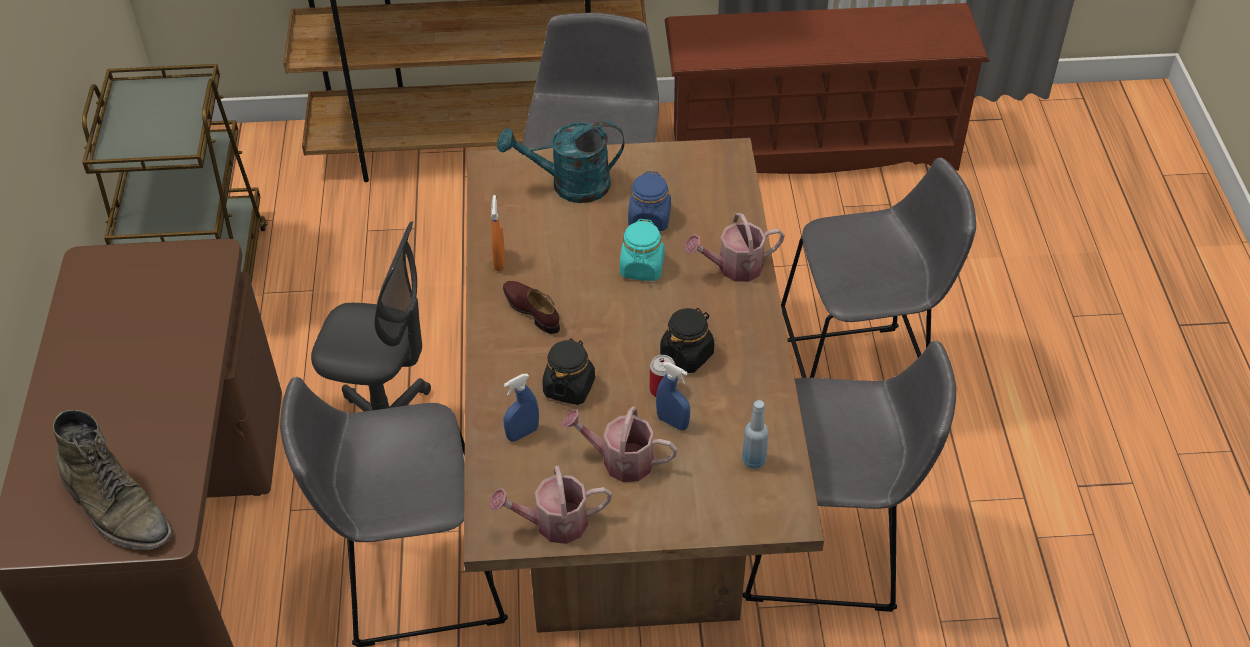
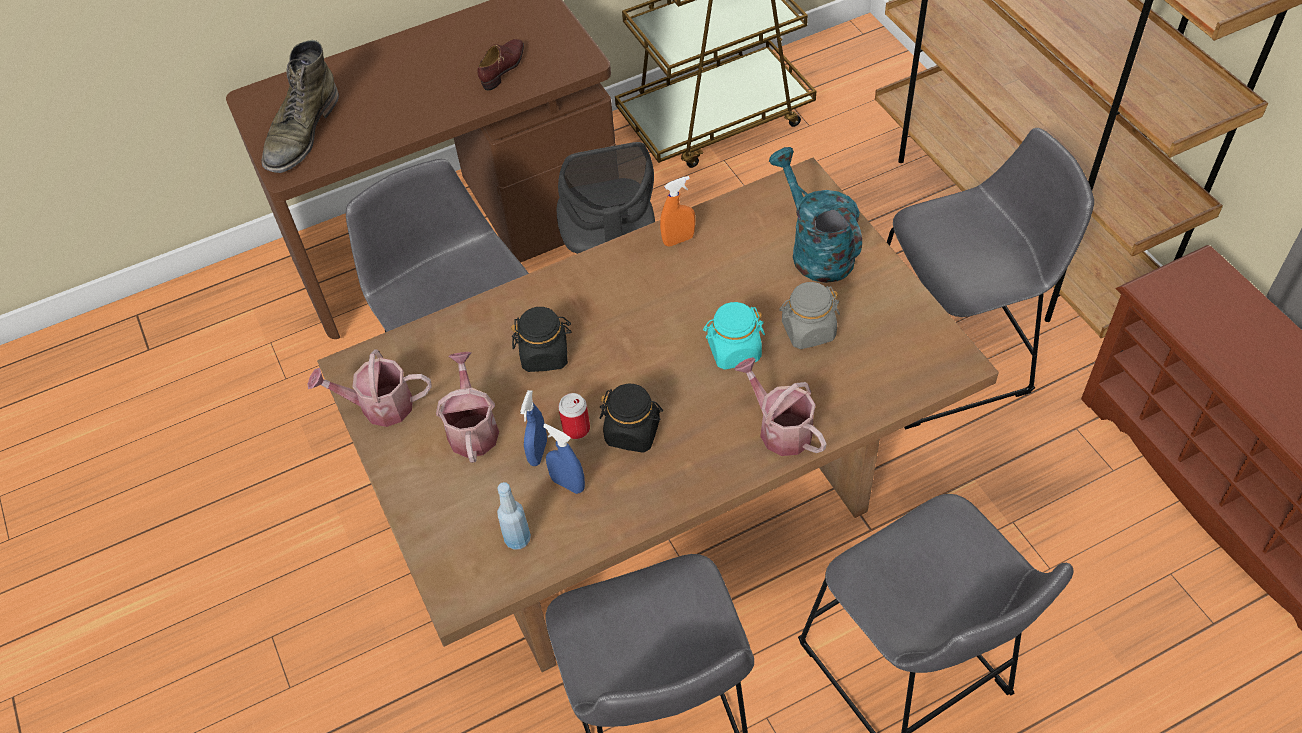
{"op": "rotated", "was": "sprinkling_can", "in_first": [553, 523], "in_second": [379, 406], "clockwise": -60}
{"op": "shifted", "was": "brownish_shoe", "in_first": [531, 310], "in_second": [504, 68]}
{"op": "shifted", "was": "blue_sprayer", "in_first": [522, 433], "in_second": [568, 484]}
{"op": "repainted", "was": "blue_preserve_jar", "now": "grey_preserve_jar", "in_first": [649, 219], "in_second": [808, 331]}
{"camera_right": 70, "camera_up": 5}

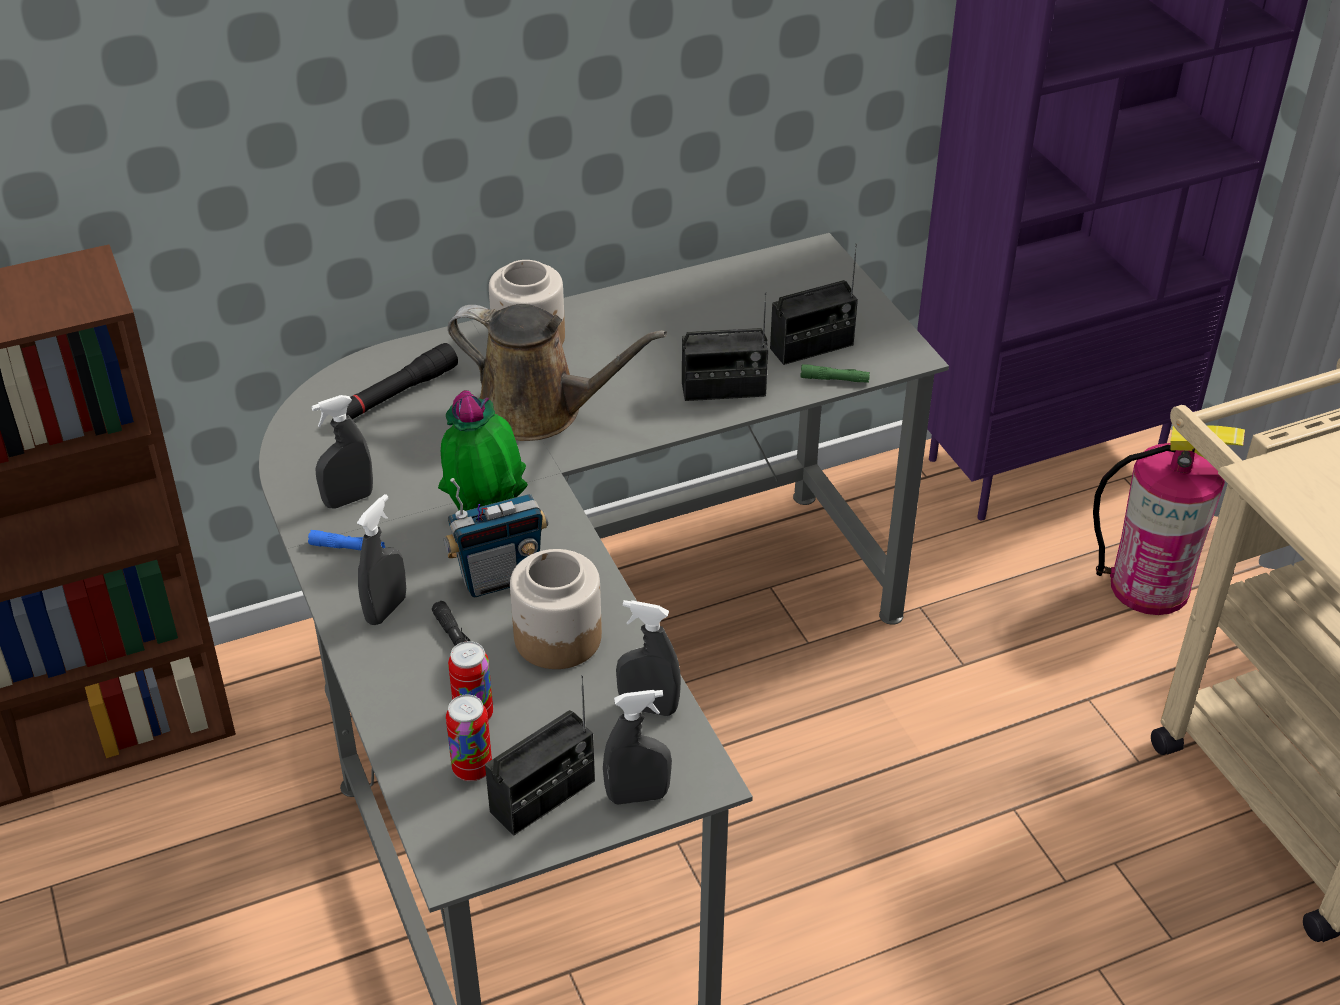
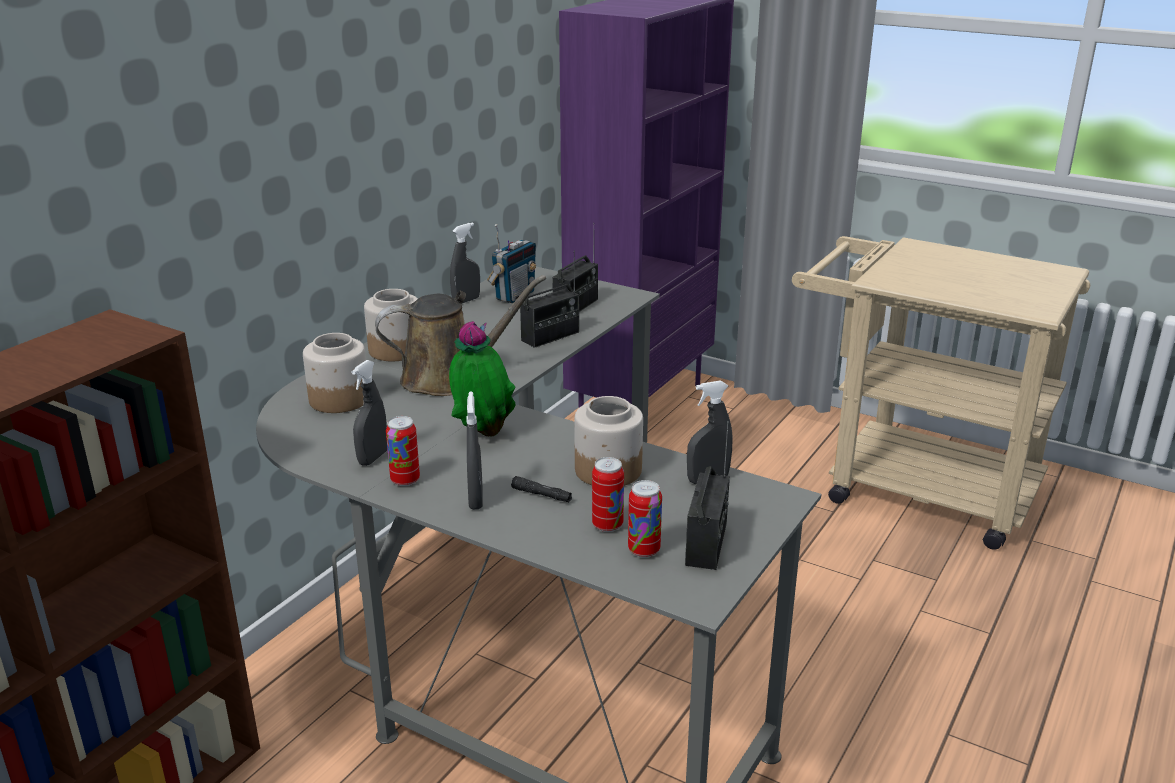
{"op": "swapped", "was": "black_flashlight", "now": "preserve_jar", "in_first": [397, 394], "in_second": [338, 400]}
{"op": "swapped", "was": "blue_flashlight", "now": "metal_can", "in_first": [348, 547], "in_second": [405, 480]}
{"op": "shifted", "was": "grey_sprayer", "in_first": [637, 796], "in_second": [466, 300]}
{"op": "shifted", "was": "radio_receiver", "in_first": [499, 578], "in_second": [514, 296]}
{"op": "gone", "was": "green-coloured_flashlight", "in_first": [834, 379]}
{"op": "gone", "was": "extinguisher", "in_first": [1149, 586]}
{"camera_right": -35, "camera_up": -15}

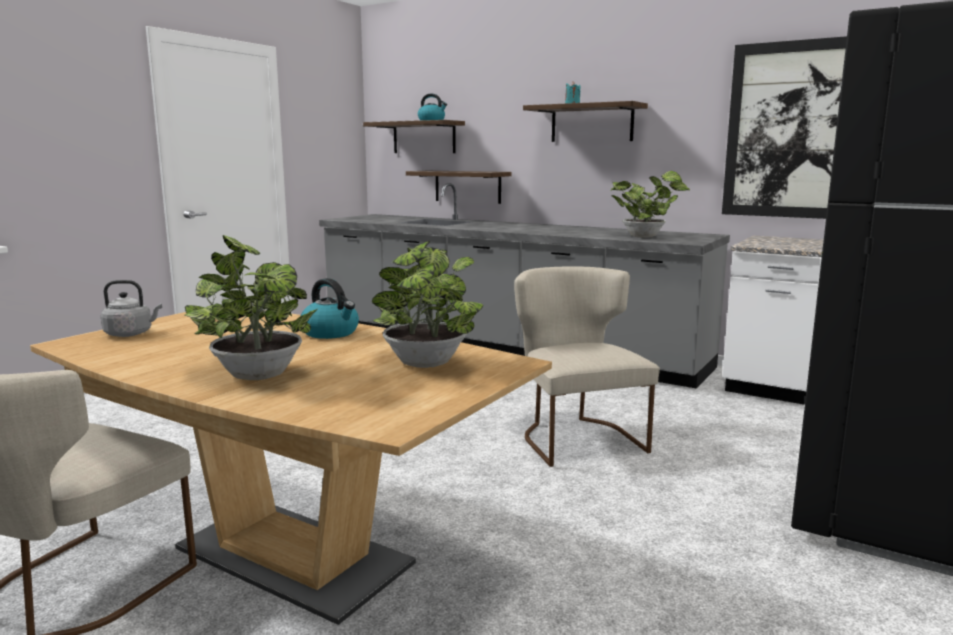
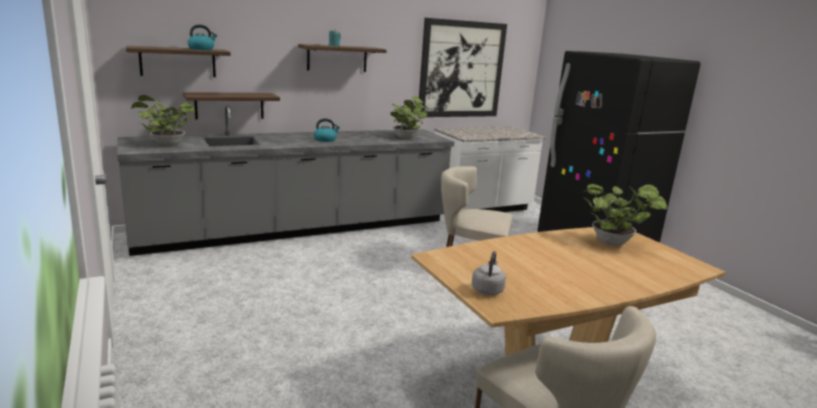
{"op": "shifted", "was": "plant_in_a_pot", "in_first": [255, 373], "in_second": [166, 144]}
{"op": "shifted", "was": "tea_kettle", "in_first": [331, 333], "in_second": [325, 140]}
{"camera_right": -60, "camera_up": 5}

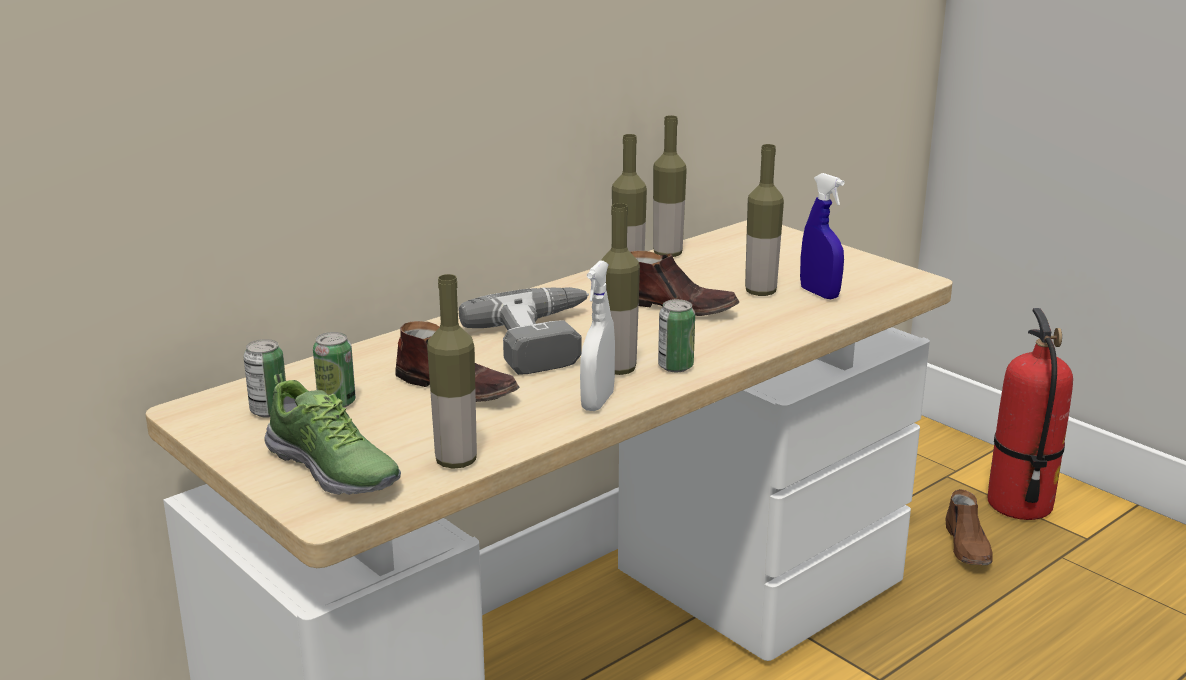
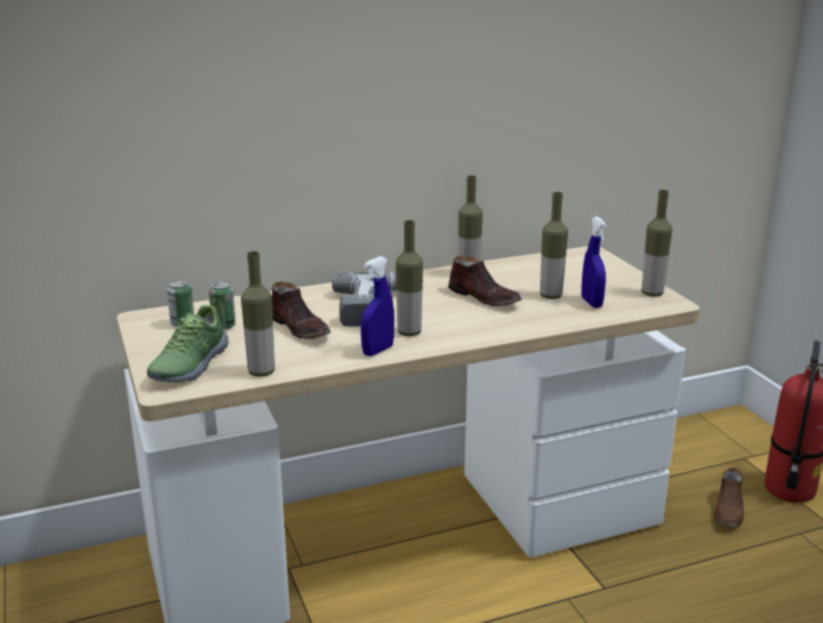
{"op": "rotated", "was": "shoe", "in_first": [334, 470], "in_second": [189, 365], "clockwise": 45}
{"op": "repainted", "was": "white_sprayer", "now": "blue_sprayer", "in_first": [597, 402], "in_second": [378, 351]}
{"op": "shifted", "was": "drink_bottle", "in_first": [667, 254], "in_second": [652, 293]}
{"op": "gone", "was": "metal_can", "in_first": [675, 366]}
{"camera_right": 20, "camera_up": 0}

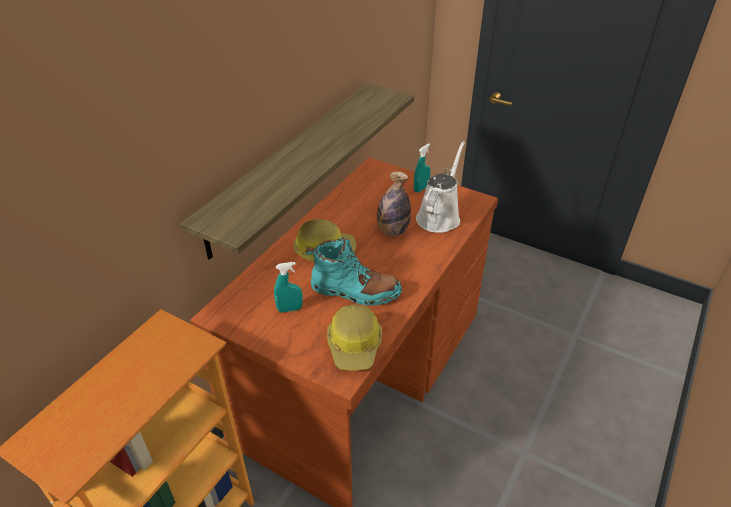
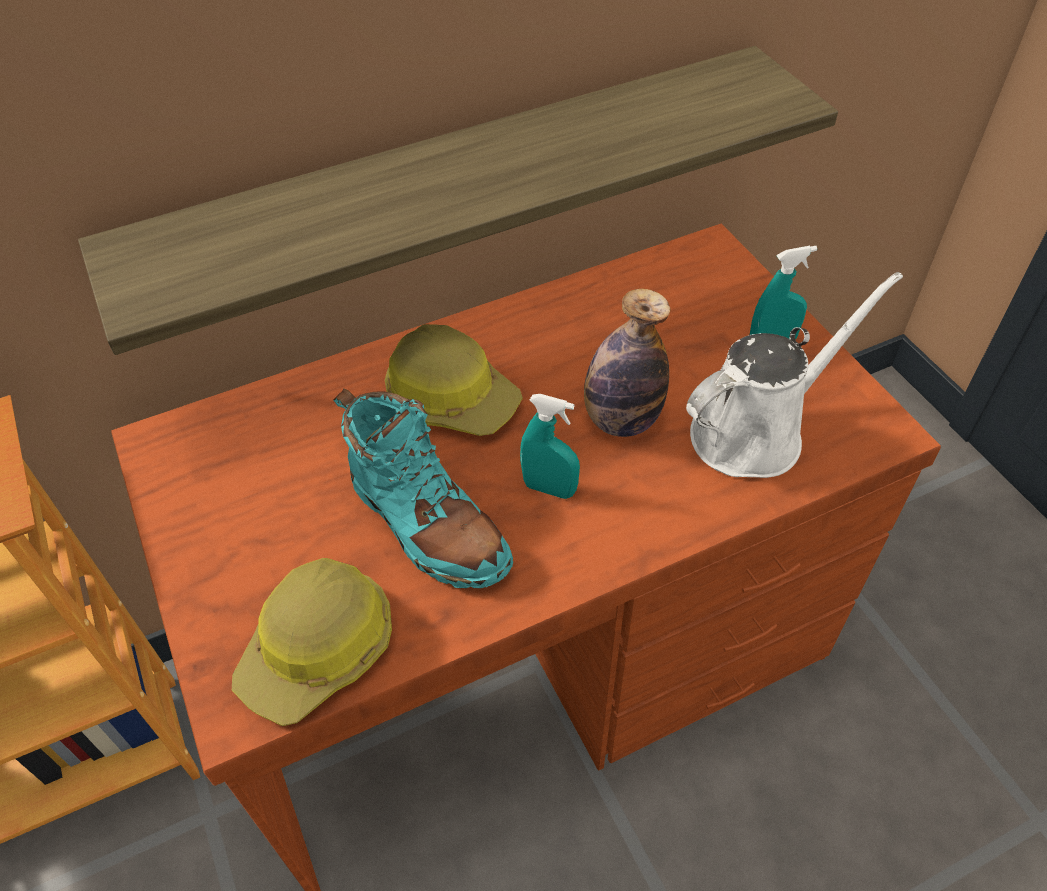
{"op": "shifted", "was": "turquoise-coloured_sprayer", "in_first": [290, 309], "in_second": [549, 488]}
{"camera_right": 35, "camera_up": 10}

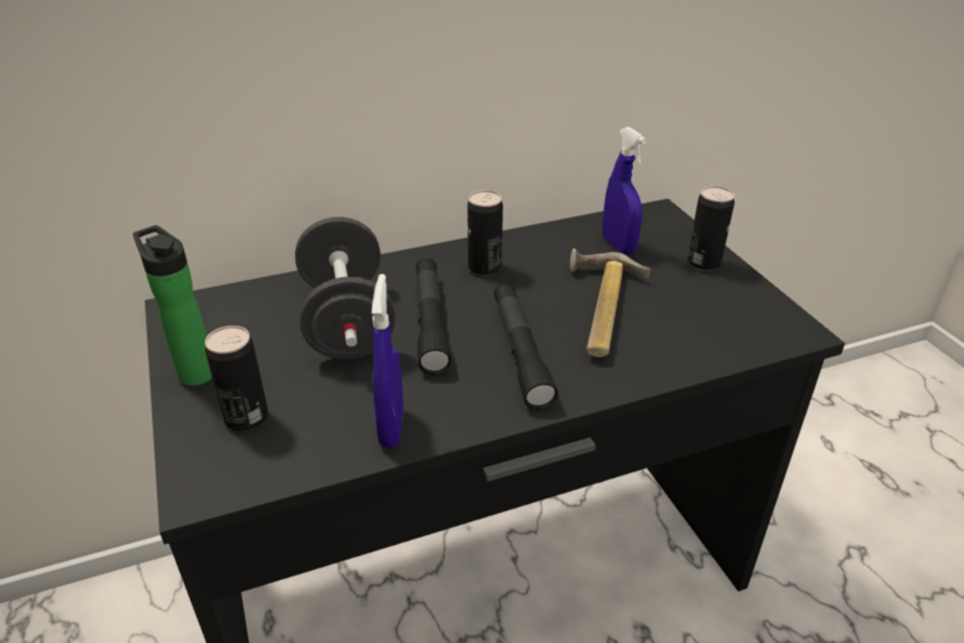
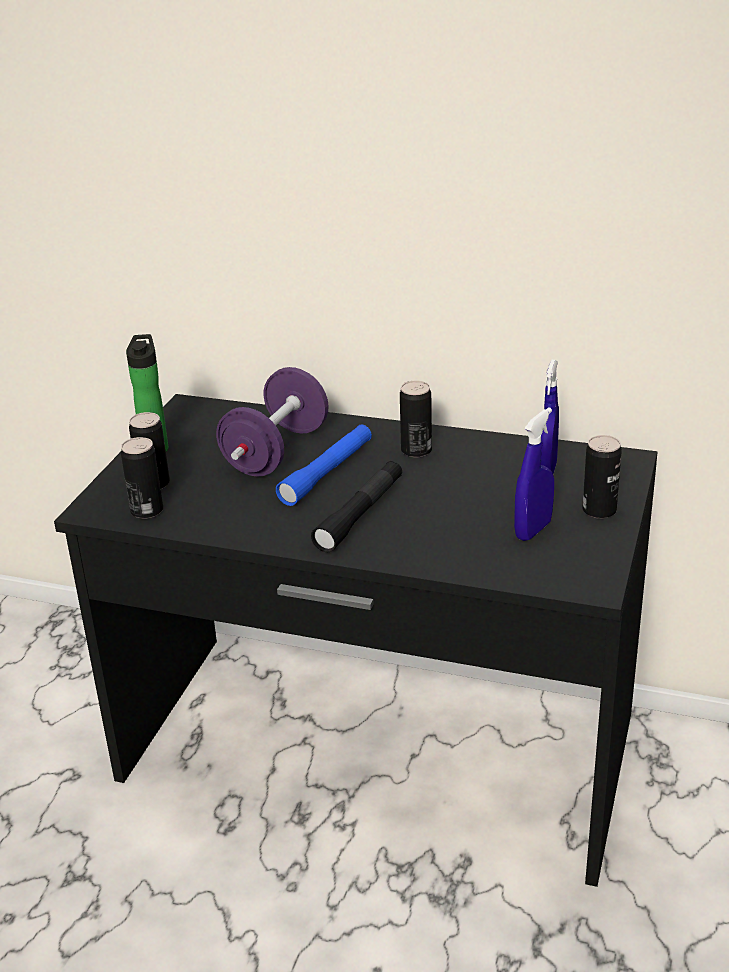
{"op": "new", "now": "metal_can", "in_second": [147, 511]}
{"op": "repainted", "was": "black_hand_weight", "now": "purplish_hand_weight", "in_first": [347, 321], "in_second": [276, 451]}
{"op": "repainted", "was": "black_flashlight", "now": "blue_flashlight", "in_first": [430, 323], "in_second": [327, 473]}
{"op": "shifted", "was": "blue_sprayer", "in_first": [391, 427], "in_second": [533, 530]}
{"op": "gone", "was": "tool_hammer", "in_first": [598, 309]}
{"camera_right": 40, "camera_up": -5}

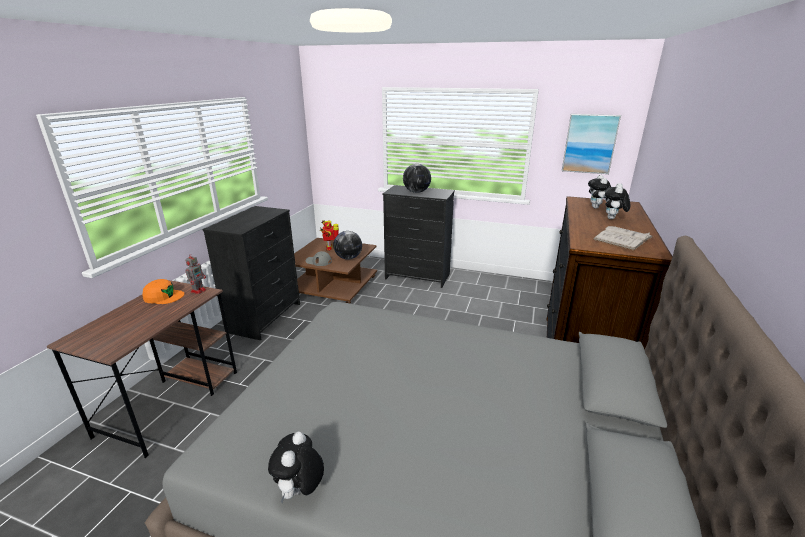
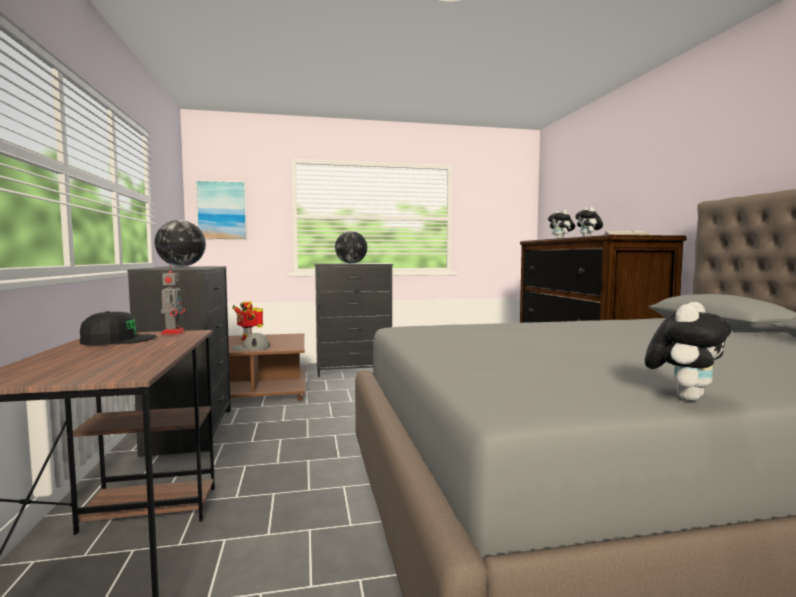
{"op": "repainted", "was": "orange-coloured_cap", "now": "black_cap", "in_first": [164, 296], "in_second": [117, 340]}
{"op": "shifted", "was": "world_globe", "in_first": [348, 258], "in_second": [181, 266]}
{"op": "shifted", "was": "wall_art", "in_first": [589, 144], "in_second": [222, 210]}
{"op": "rotated", "was": "soft_toy", "in_first": [300, 491], "in_second": [684, 397], "clockwise": -120}
{"camera_right": -30, "camera_up": -20}

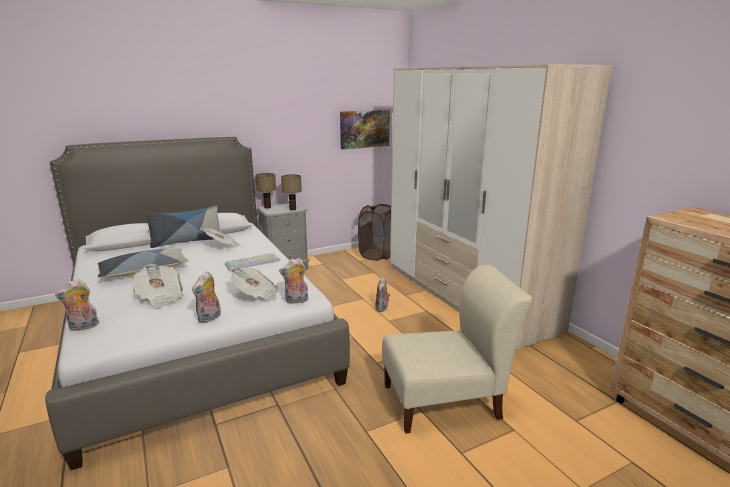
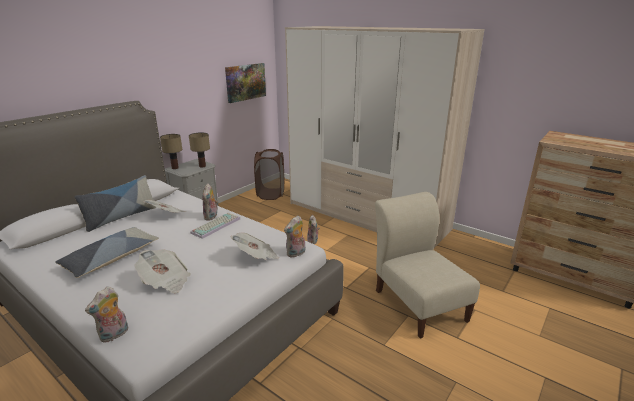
{"op": "shifted", "was": "soft_toy", "in_first": [209, 318], "in_second": [211, 217]}
{"op": "rotated", "was": "beige-coloured_plain_chair", "in_first": [446, 401], "in_second": [418, 302], "clockwise": -75}
{"camera_right": -25, "camera_up": 5}

